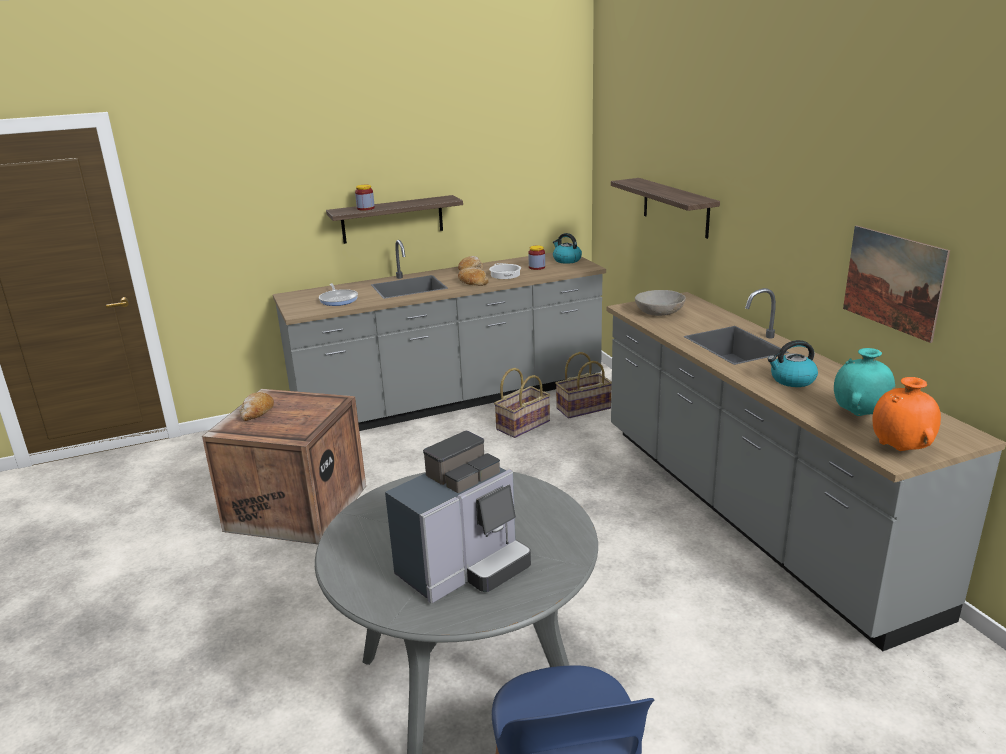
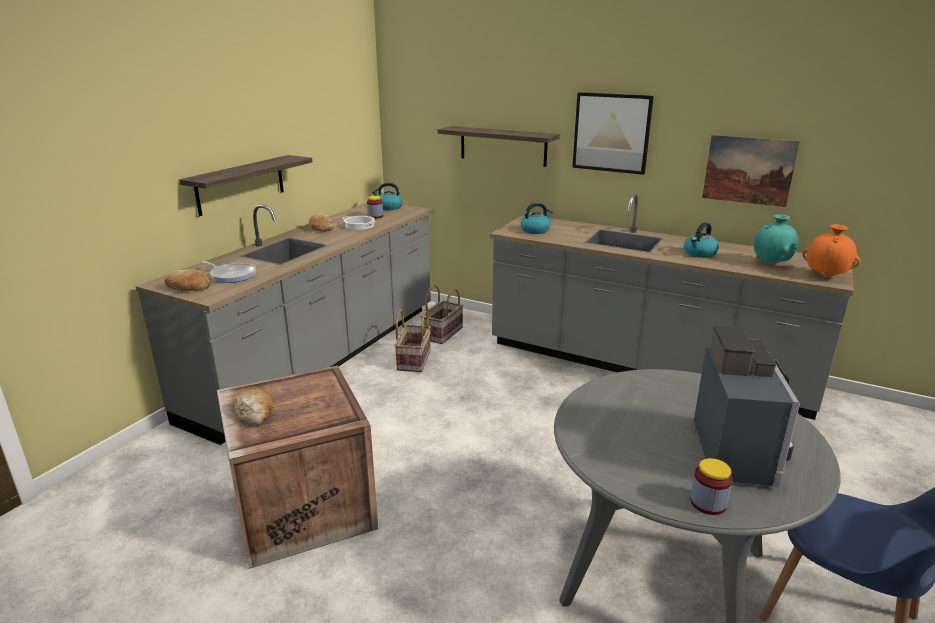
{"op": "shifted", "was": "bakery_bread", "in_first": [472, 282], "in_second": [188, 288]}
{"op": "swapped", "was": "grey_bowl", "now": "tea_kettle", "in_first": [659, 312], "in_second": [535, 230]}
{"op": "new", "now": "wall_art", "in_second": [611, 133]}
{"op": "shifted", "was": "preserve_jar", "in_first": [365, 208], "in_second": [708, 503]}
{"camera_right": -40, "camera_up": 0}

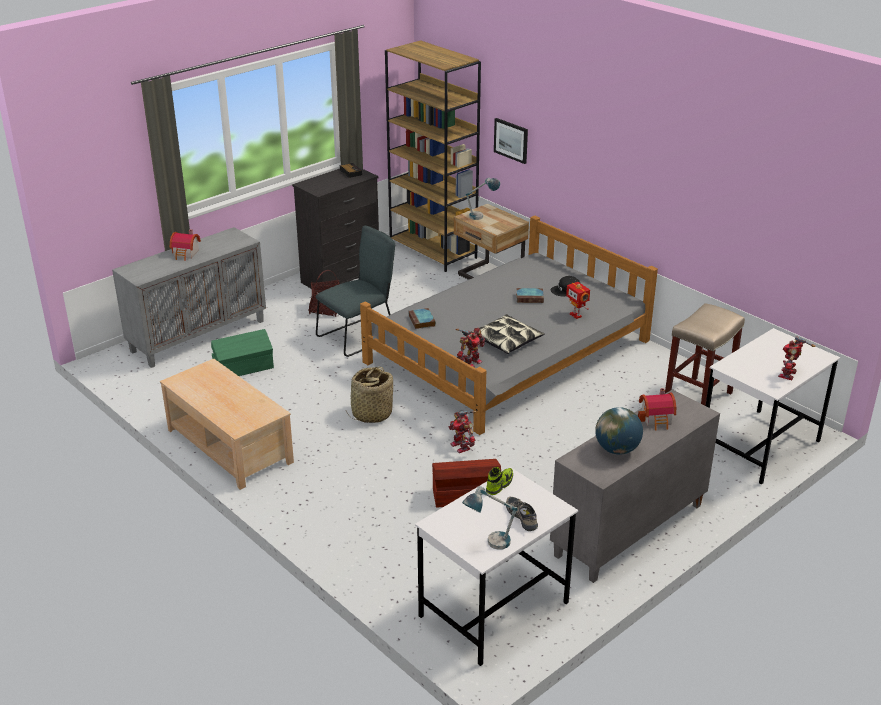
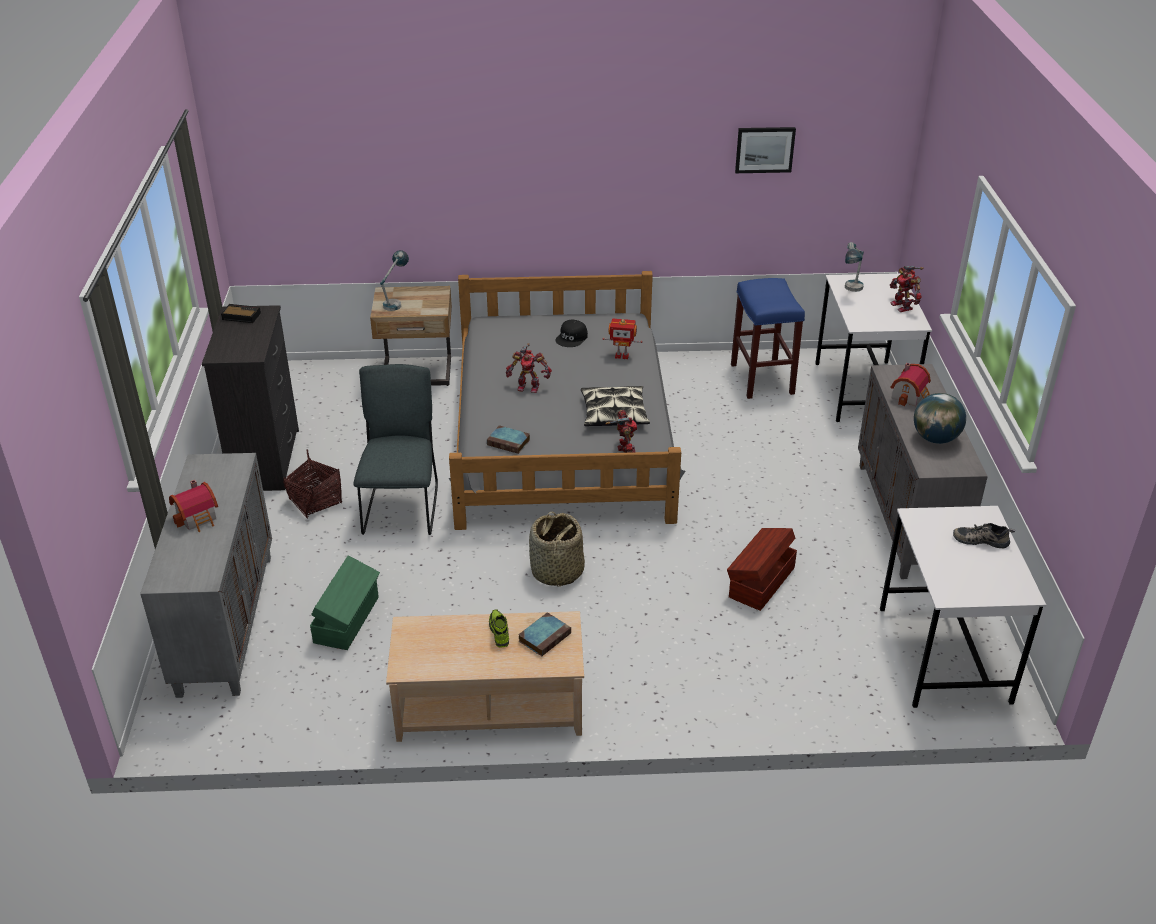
{"op": "shifted", "was": "shoe", "in_first": [499, 485], "in_second": [499, 632]}
{"op": "shifted", "was": "model_robot", "in_first": [461, 446], "in_second": [528, 386]}
{"op": "shifted", "was": "volume", "in_first": [530, 297], "in_second": [545, 636]}
{"op": "repainted", "was": "beige-coloured_sitting_stool", "now": "blue_sitting_stool", "in_first": [698, 397], "in_second": [761, 378]}
{"op": "shifted", "was": "wall_art", "in_first": [511, 140], "in_second": [764, 149]}
{"op": "shifted", "was": "tabletop_lamp", "in_first": [489, 543], "in_second": [851, 290]}
{"op": "gone", "was": "brownish_bookshelf", "in_first": [433, 251]}
{"camera_right": -50, "camera_up": 5}

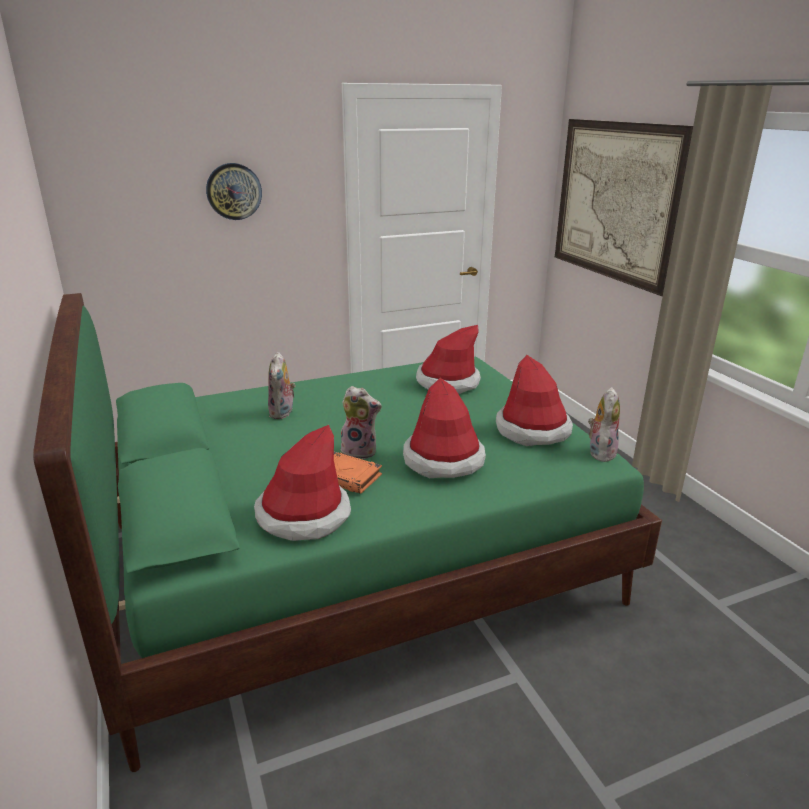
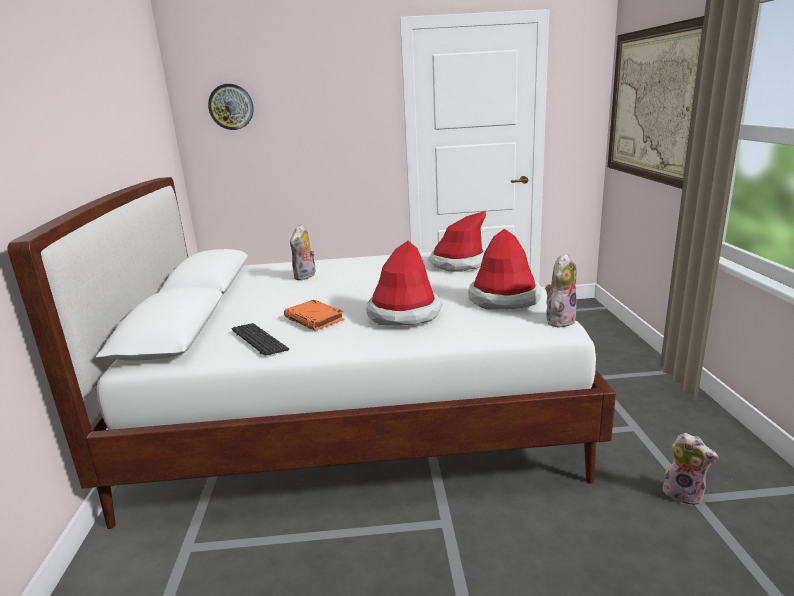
{"op": "repainted", "was": "green-coloured_bed", "now": "white_bed", "in_first": [354, 561], "in_second": [355, 411]}
{"op": "shifted", "was": "hanging_clock", "in_first": [234, 191], "in_second": [231, 107]}
{"op": "swapped", "was": "hat", "now": "computer_keyboard", "in_first": [303, 515], "in_second": [259, 340]}
{"op": "shifted", "was": "soft_toy", "in_first": [360, 451], "in_second": [684, 494]}
{"camera_right": 20, "camera_up": -5}

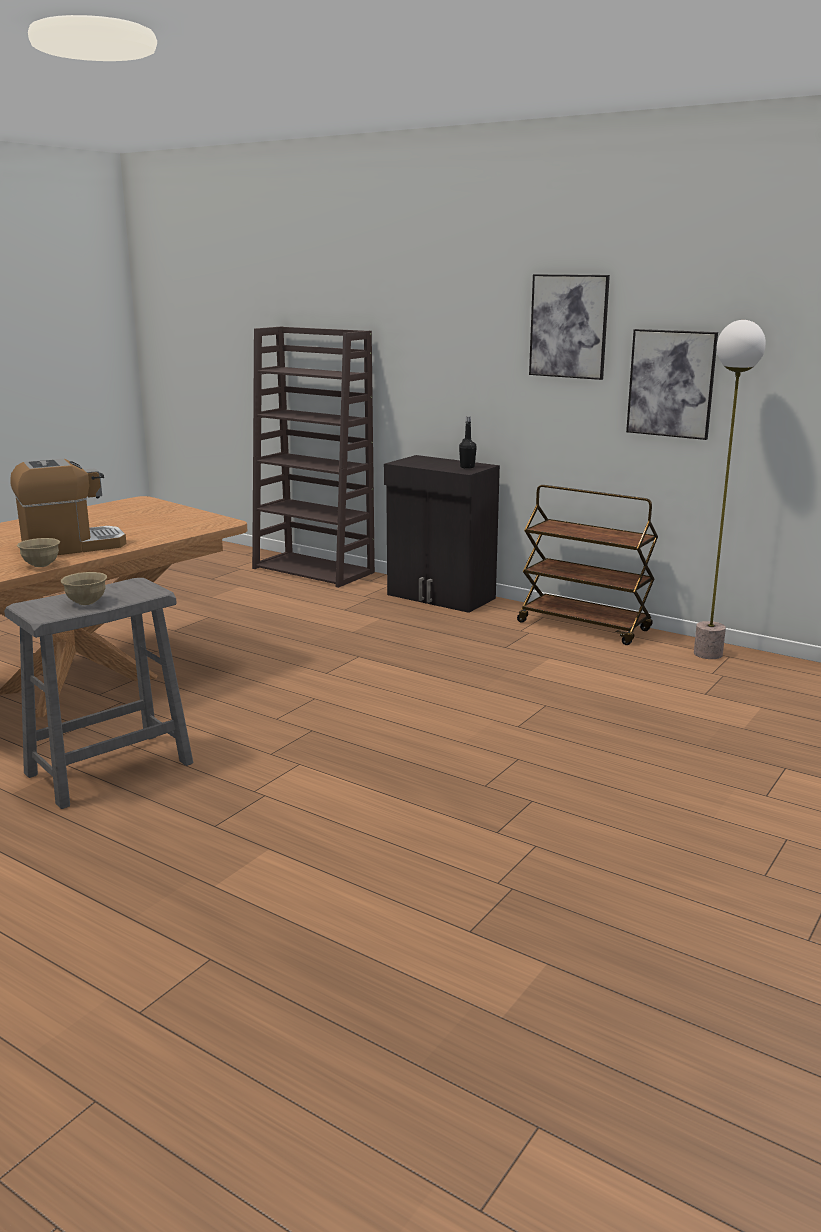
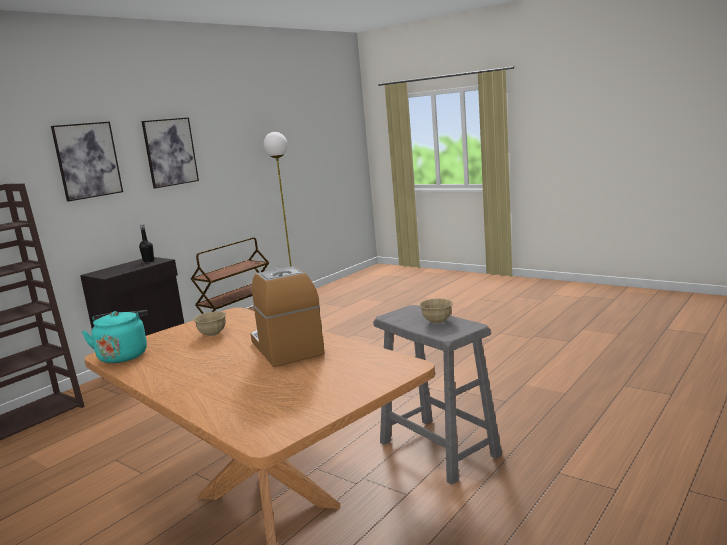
{"op": "shifted", "was": "wall_art", "in_first": [671, 383], "in_second": [87, 160]}
{"op": "new", "now": "turquoise-coloured_tea_kettle", "in_second": [123, 355]}
{"op": "shifted", "was": "beige-coloured_bowl", "in_first": [41, 565], "in_second": [212, 334]}
{"camera_right": -85, "camera_up": -5}

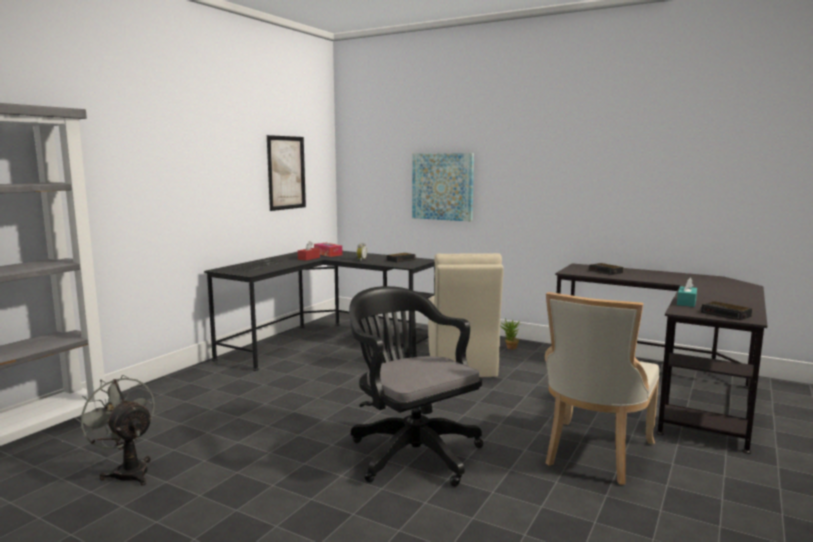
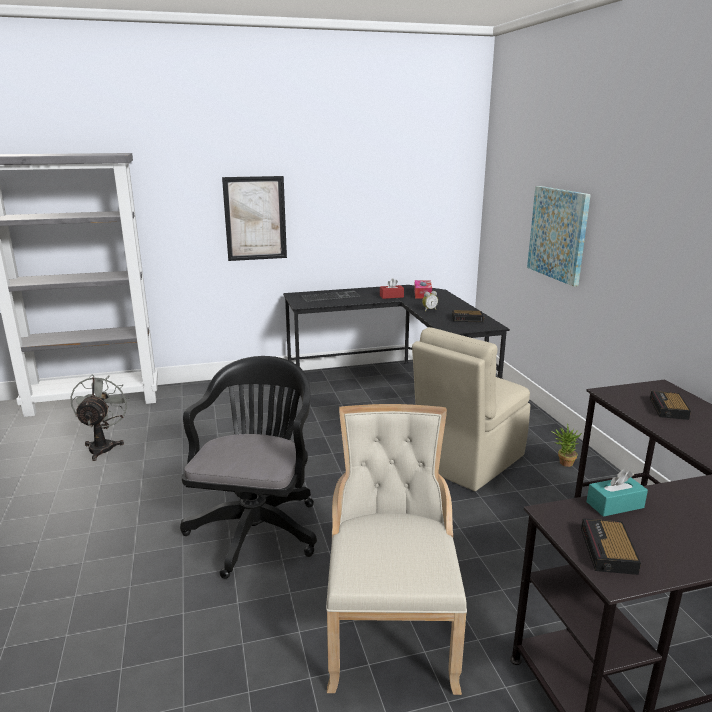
{"op": "shifted", "was": "wall_art", "in_first": [286, 172], "in_second": [255, 218]}
{"op": "rotated", "was": "beige-coloured_plain_chair", "in_first": [595, 454], "in_second": [391, 632], "clockwise": 105}
{"camera_right": 45, "camera_up": 10}

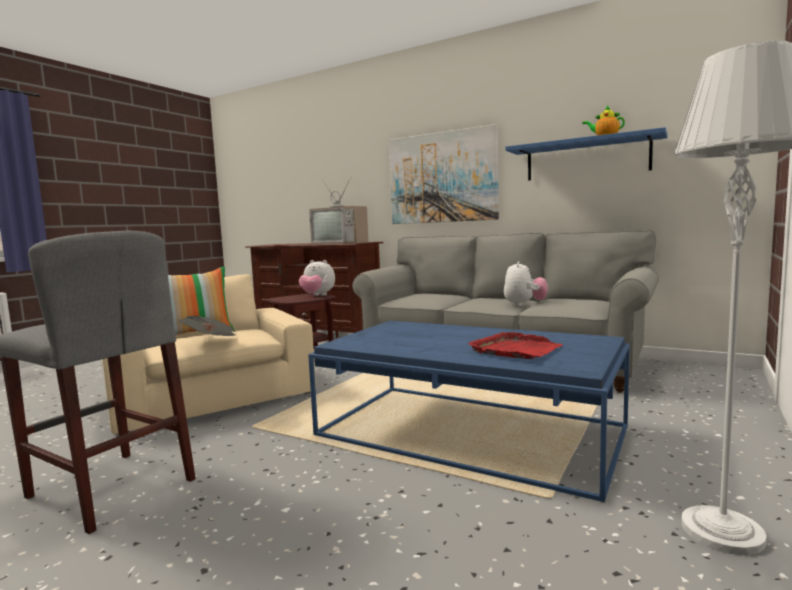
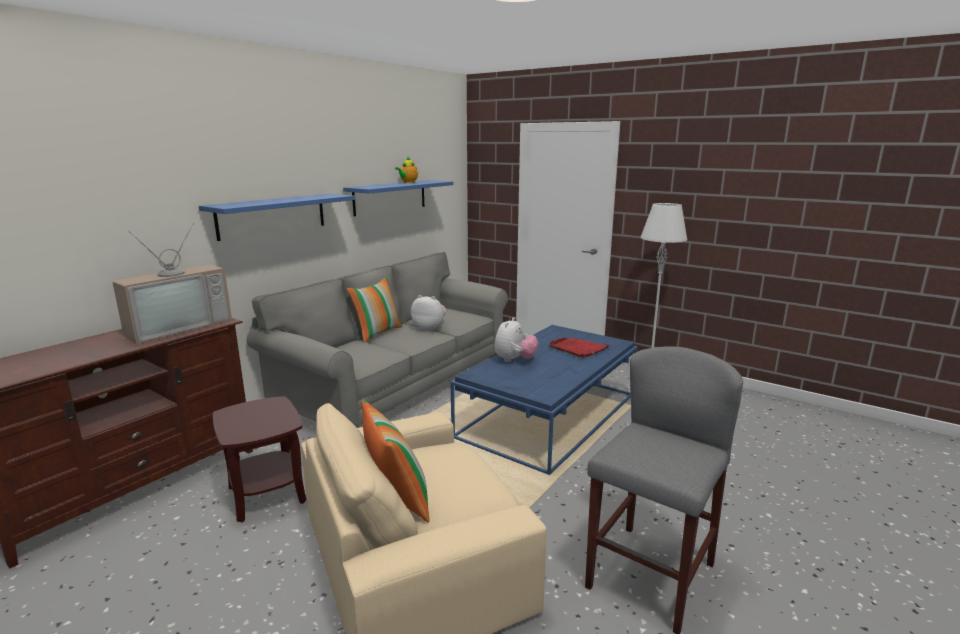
{"op": "swapped", "was": "wall_art", "now": "blue_wall_shelf", "in_first": [442, 177], "in_second": [272, 215]}
{"op": "new", "now": "pillow", "in_second": [377, 333]}
{"op": "shifted", "was": "soft_toy", "in_first": [317, 296], "in_second": [514, 360]}
{"op": "gone", "was": "daily_paper", "in_first": [212, 341]}
{"camera_right": -85, "camera_up": 10}

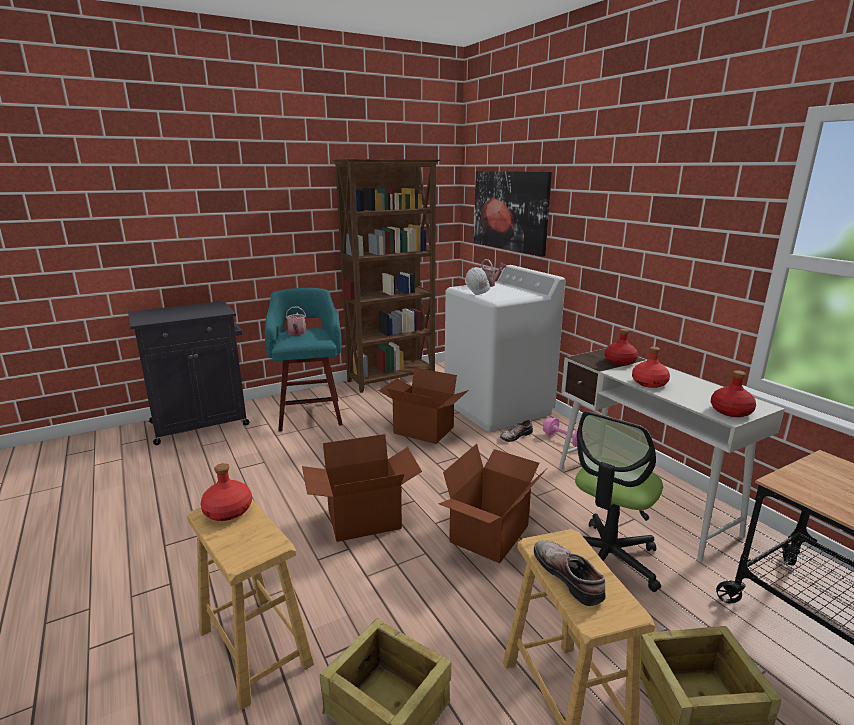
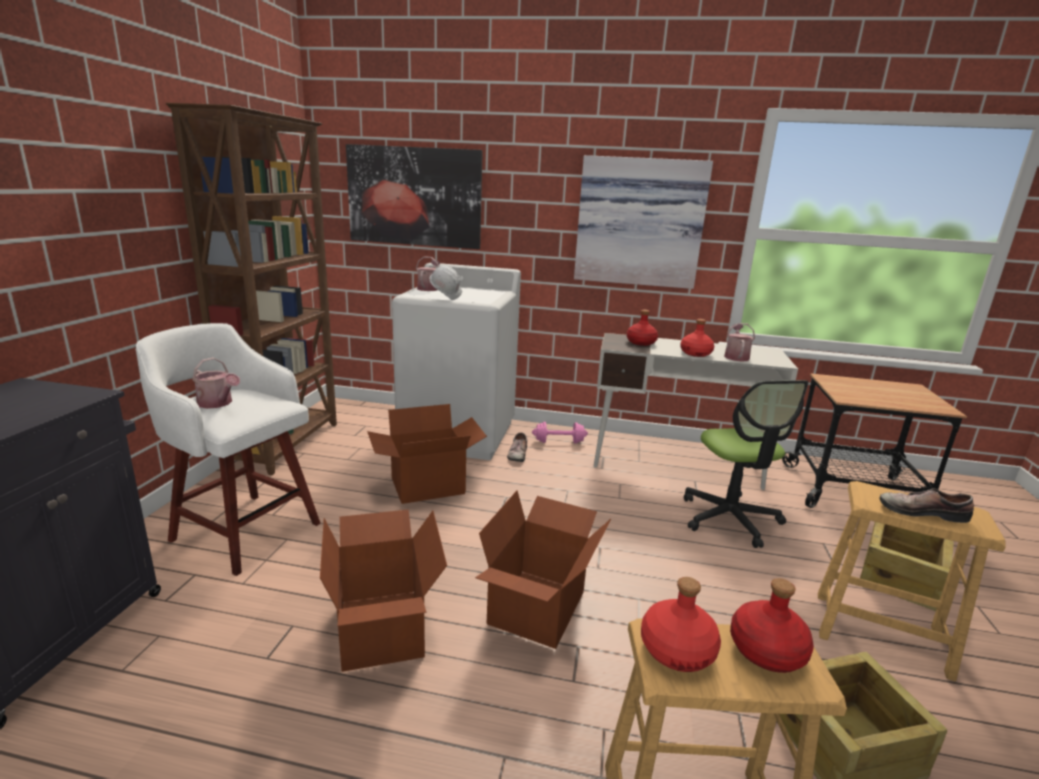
{"op": "repainted", "was": "turquoise-coloured_sitting_stool", "now": "white_sitting_stool", "in_first": [310, 413], "in_second": [243, 530]}
{"op": "shifted", "was": "carton", "in_first": [491, 534], "in_second": [383, 628]}
{"op": "new", "now": "wall_art", "in_second": [639, 222]}
{"op": "new", "now": "sprinkling_can", "in_second": [736, 356]}
{"op": "shifted", "was": "red_drink_bottle", "in_first": [730, 411], "in_second": [765, 650]}
{"camera_right": -50, "camera_up": 0}

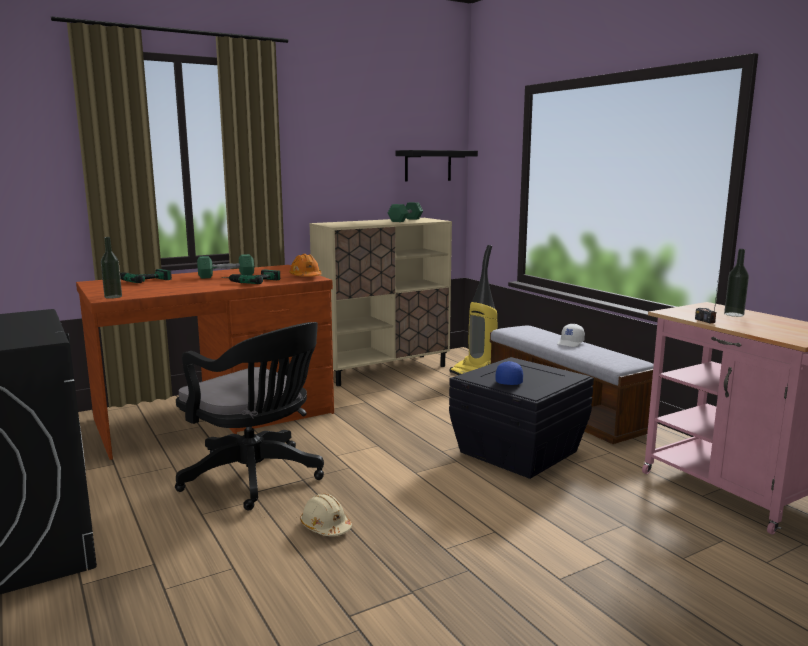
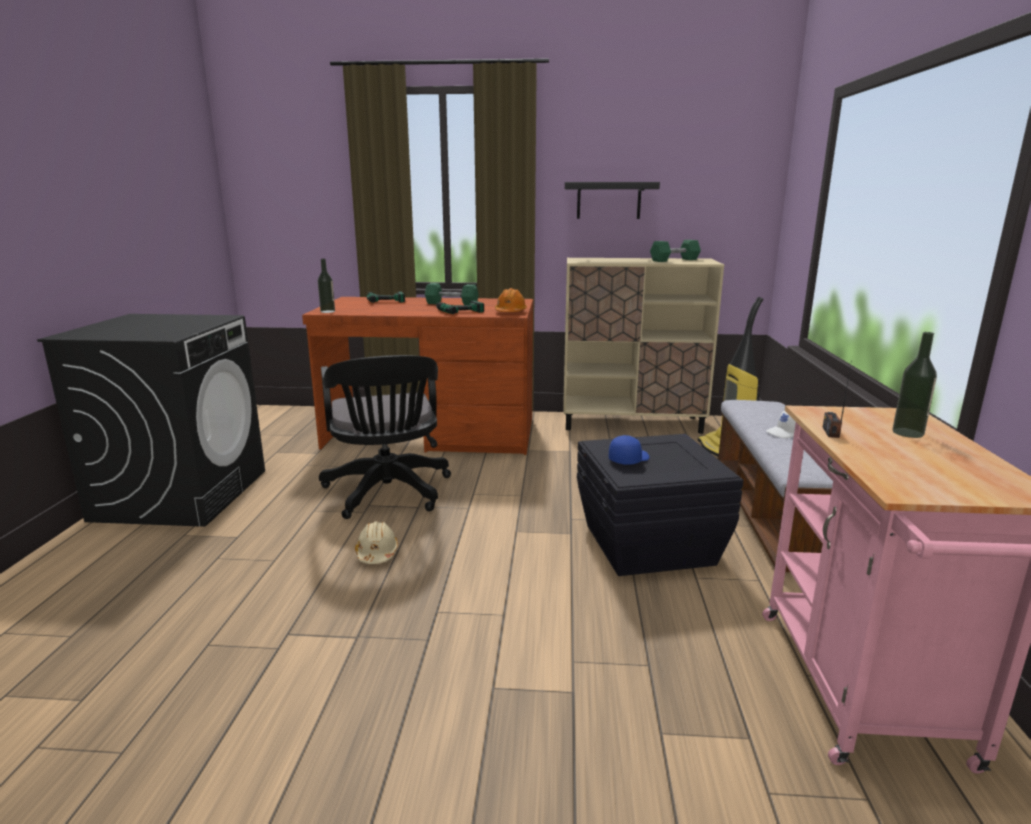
{"op": "shifted", "was": "black_wall_shelf", "in_first": [428, 166], "in_second": [608, 200]}
{"camera_right": 35, "camera_up": 5}

